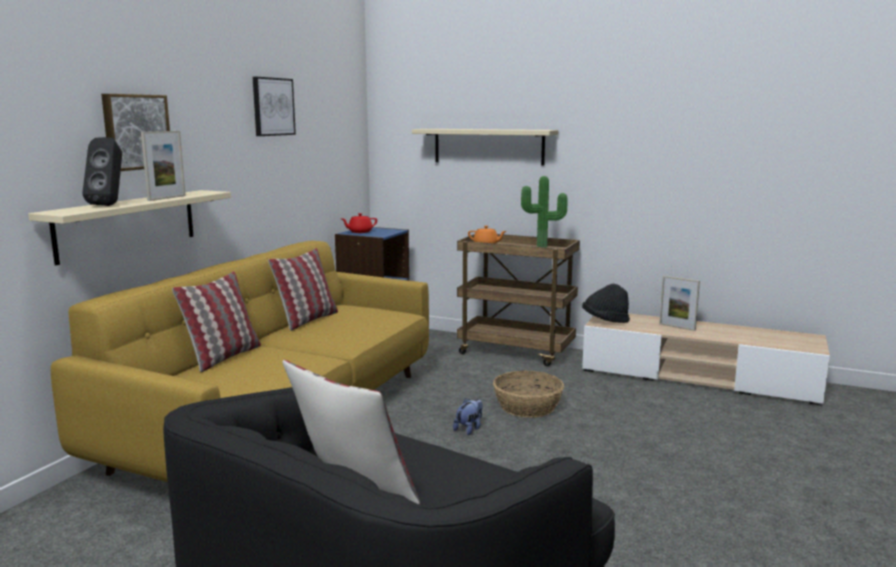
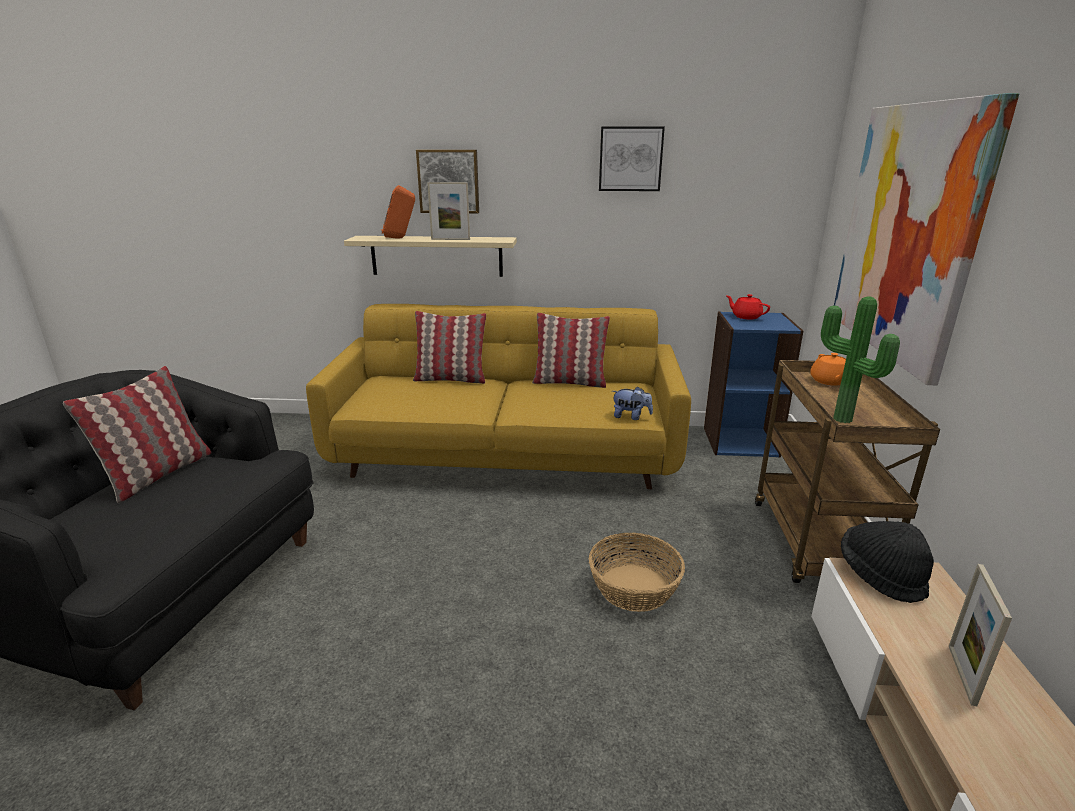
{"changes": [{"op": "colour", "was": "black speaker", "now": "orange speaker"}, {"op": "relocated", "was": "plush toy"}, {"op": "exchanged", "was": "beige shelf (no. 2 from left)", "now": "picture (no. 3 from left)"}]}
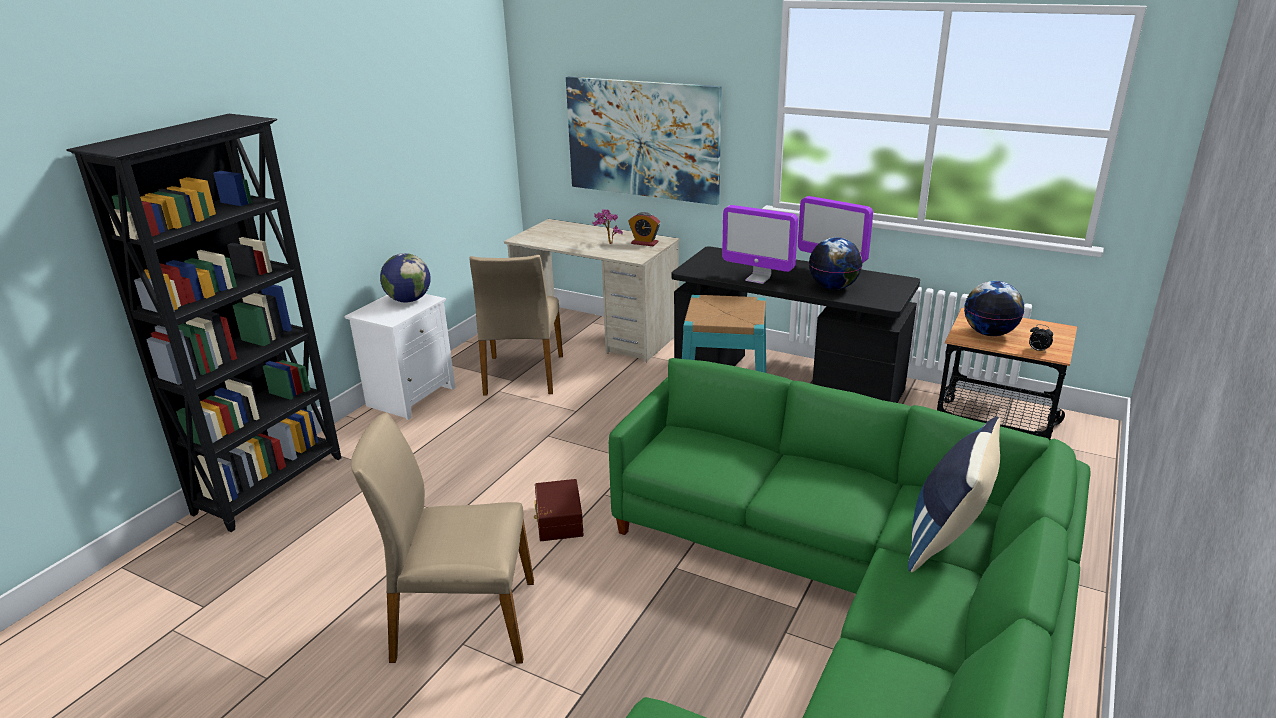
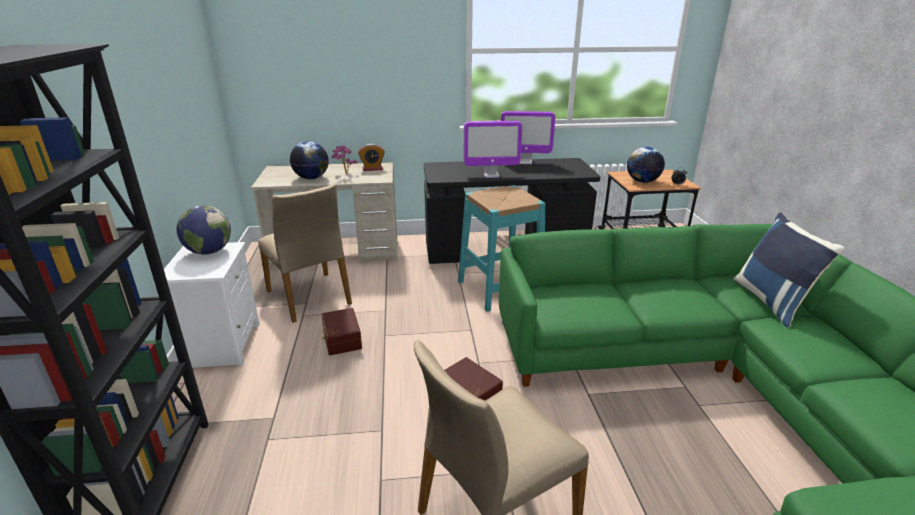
{"changes": [{"op": "relocated", "was": "globe (no. 2 from left)"}, {"op": "appeared", "now": "brown storage box (no. 1 from left)"}, {"op": "missing", "was": "picture"}]}
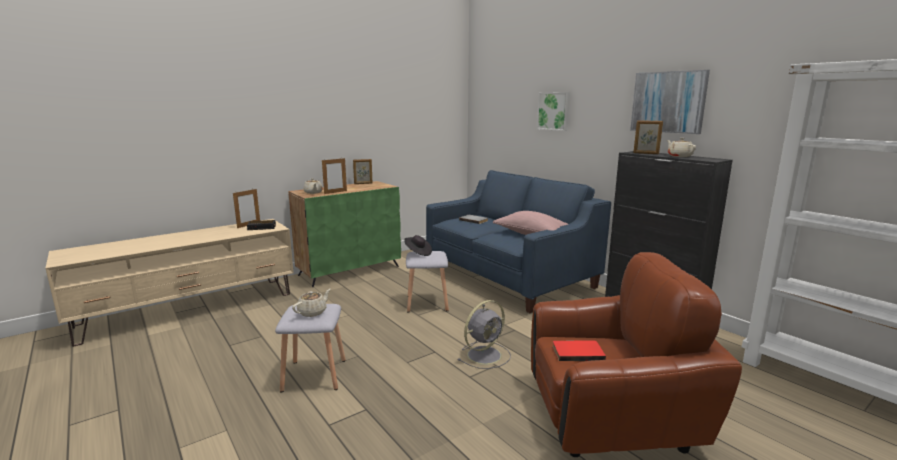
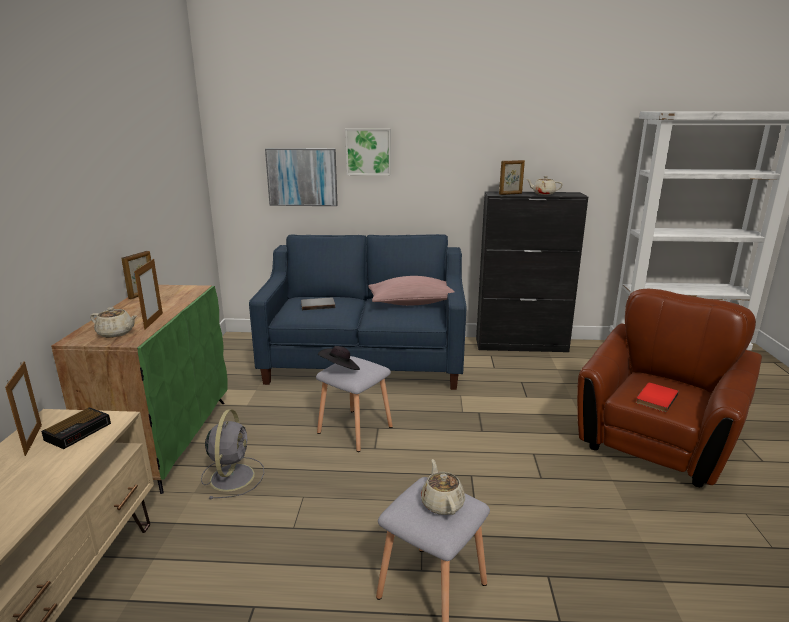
{"changes": [{"op": "relocated", "was": "grey fan"}, {"op": "relocated", "was": "picture (no. 2 from left in the first image)", "now": "picture (no. 1 from left)"}]}
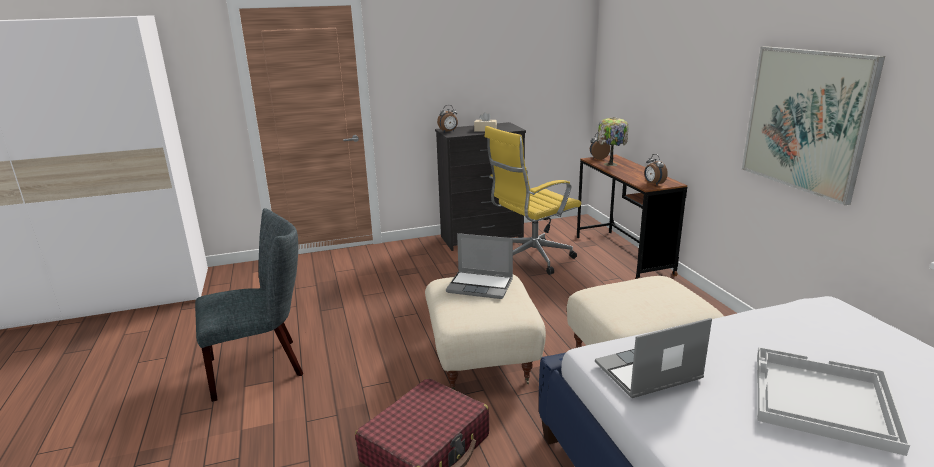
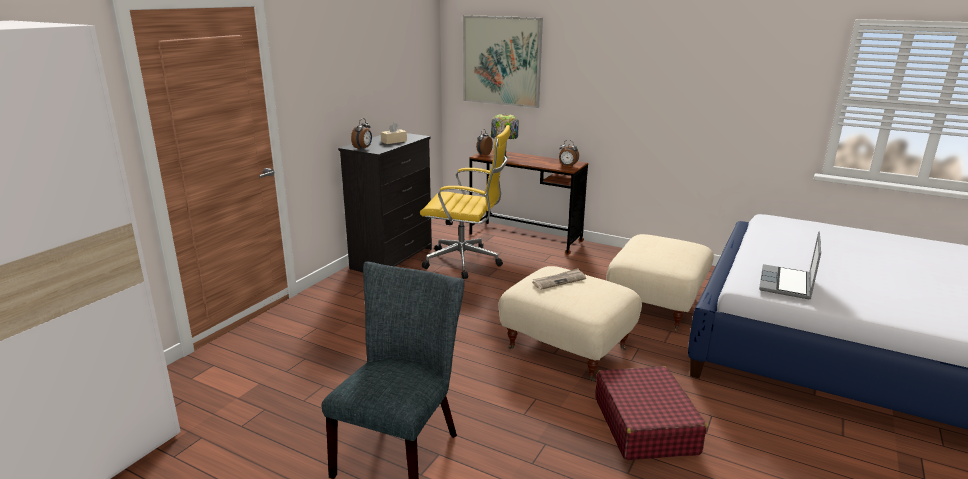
{"changes": [{"op": "spun", "was": "yellow office chair", "clockwise": -90}, {"op": "relocated", "was": "picture"}, {"op": "exchanged", "was": "laptop (no. 1 from left)", "now": "newspaper"}, {"op": "missing", "was": "white tray"}]}
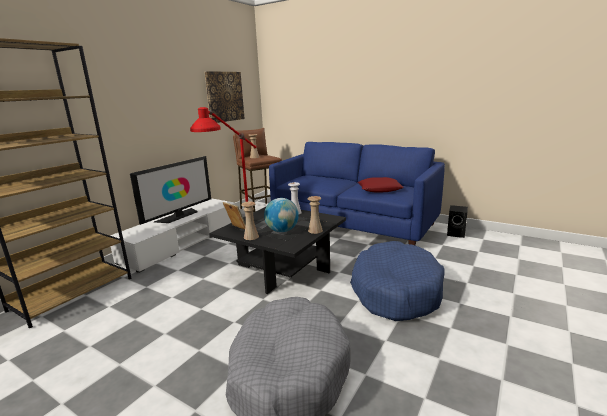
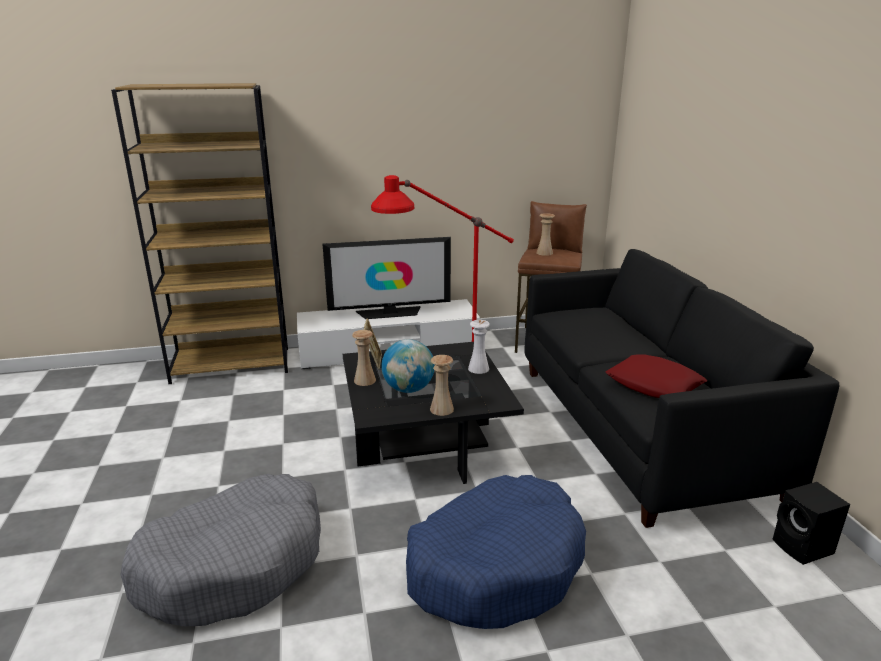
{"changes": [{"op": "colour", "was": "blue sofa", "now": "black sofa"}, {"op": "missing", "was": "picture"}]}
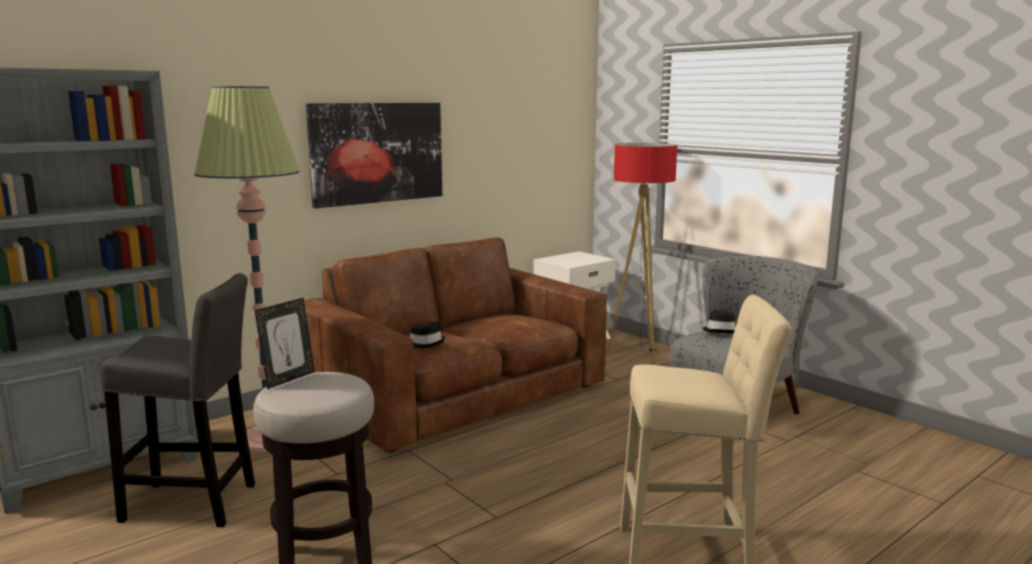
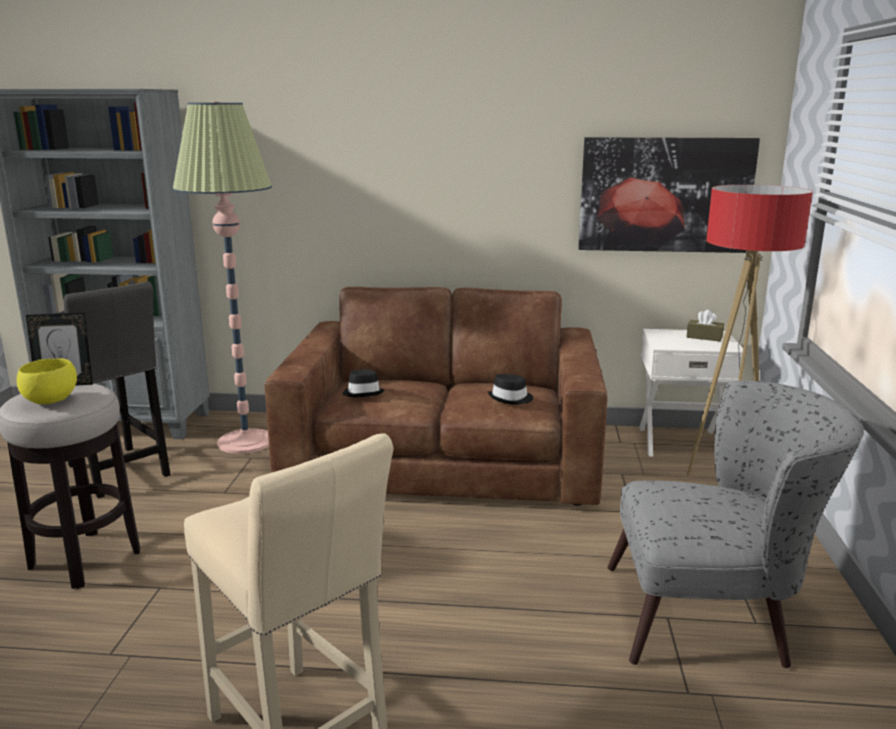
{"changes": [{"op": "appeared", "now": "yellow bowl"}, {"op": "relocated", "was": "black hat (no. 2 from left)"}, {"op": "relocated", "was": "picture"}, {"op": "appeared", "now": "brown tissue box"}]}
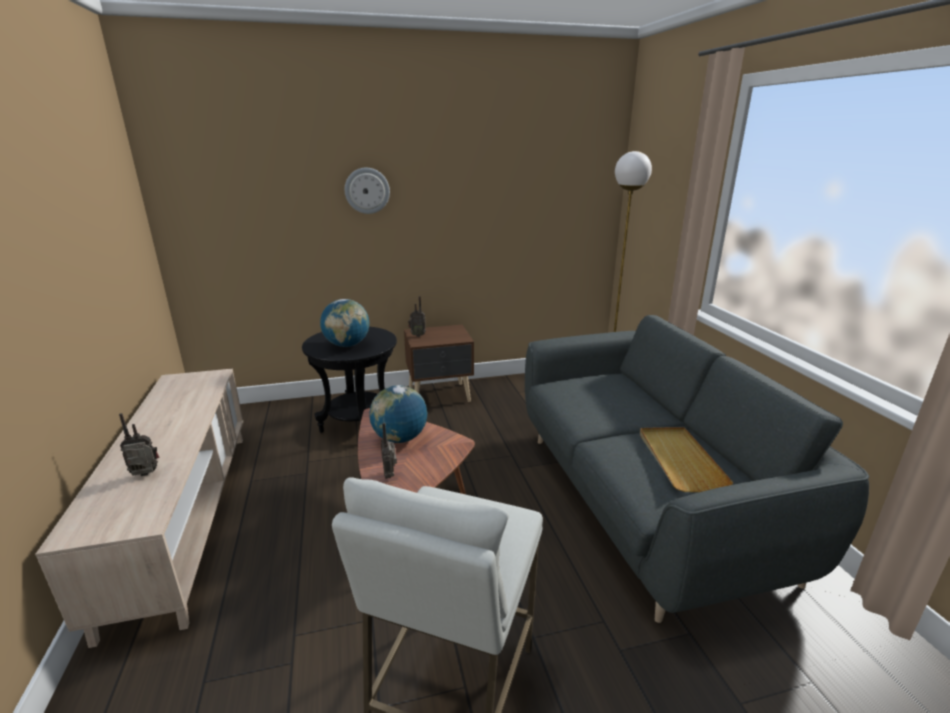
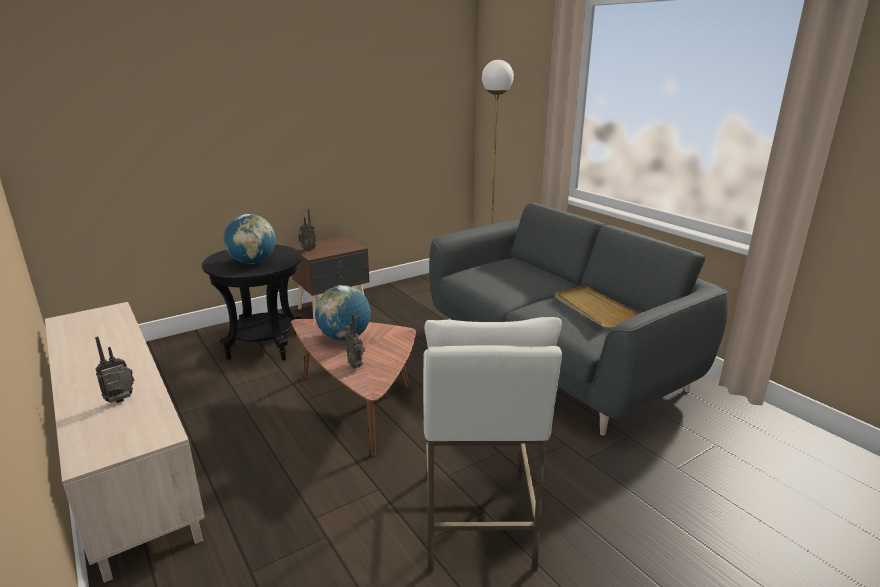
{"changes": [{"op": "missing", "was": "wall clock"}]}
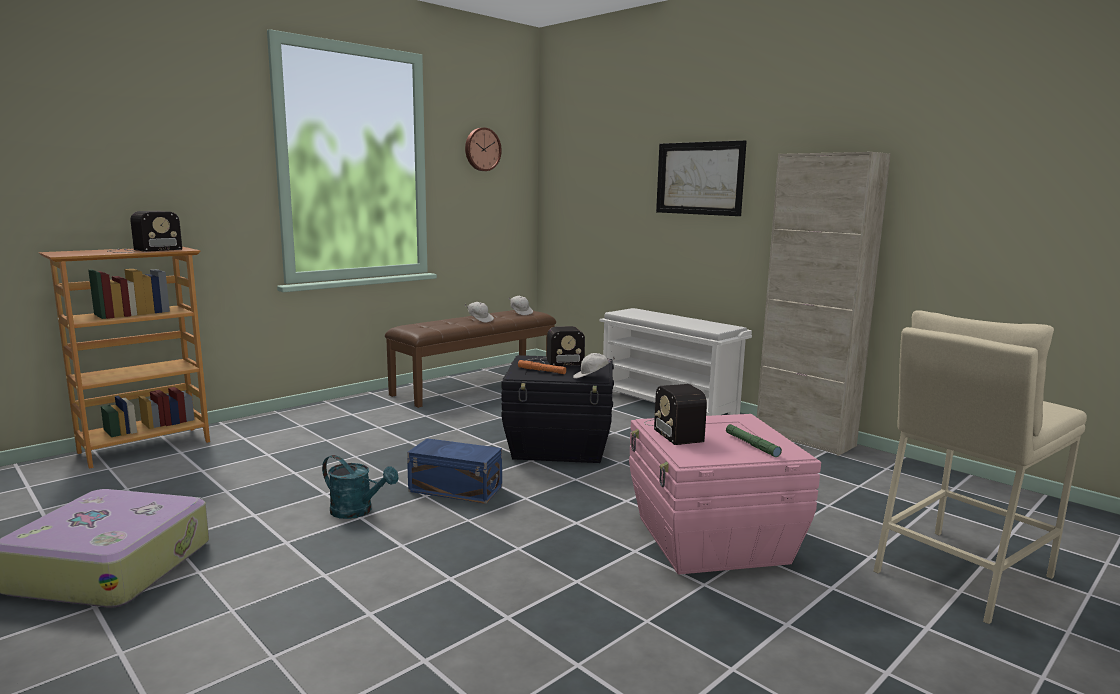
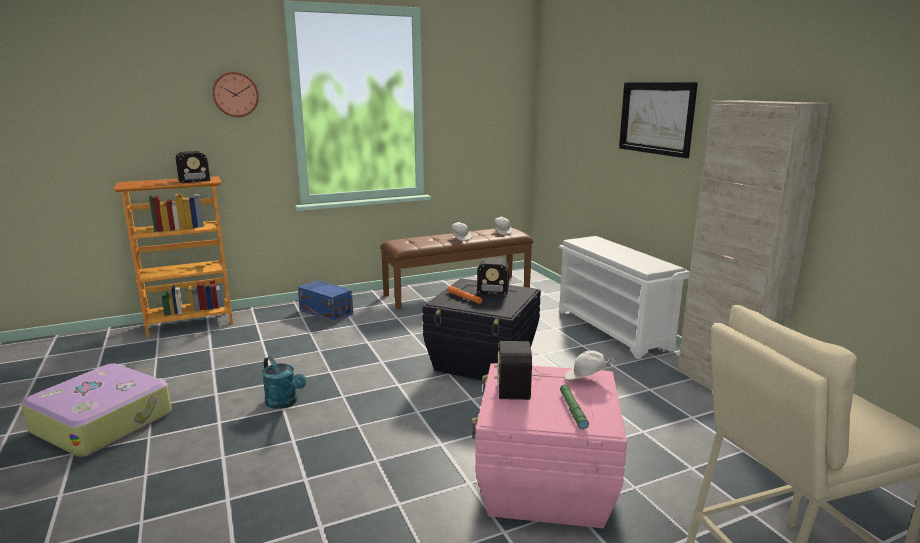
{"changes": [{"op": "relocated", "was": "wall clock"}, {"op": "relocated", "was": "blue storage box"}, {"op": "relocated", "was": "white cap (no. 3 from left)"}]}
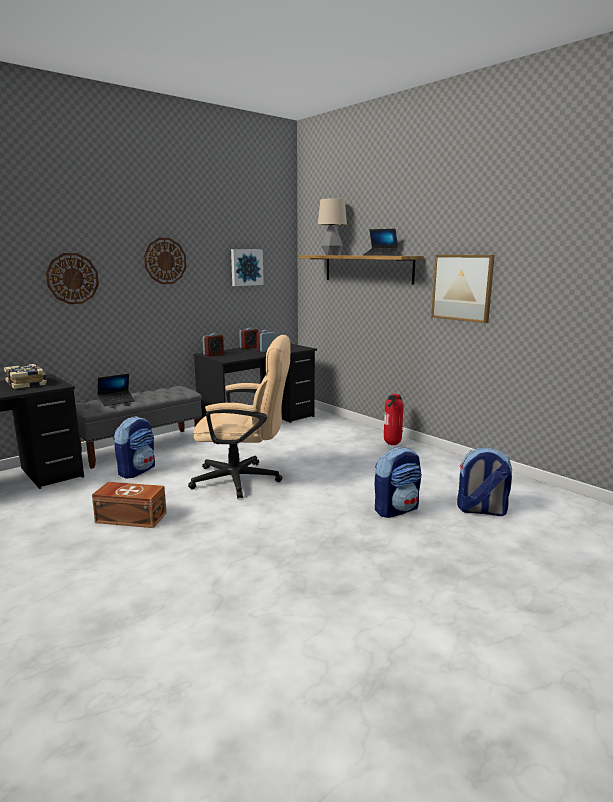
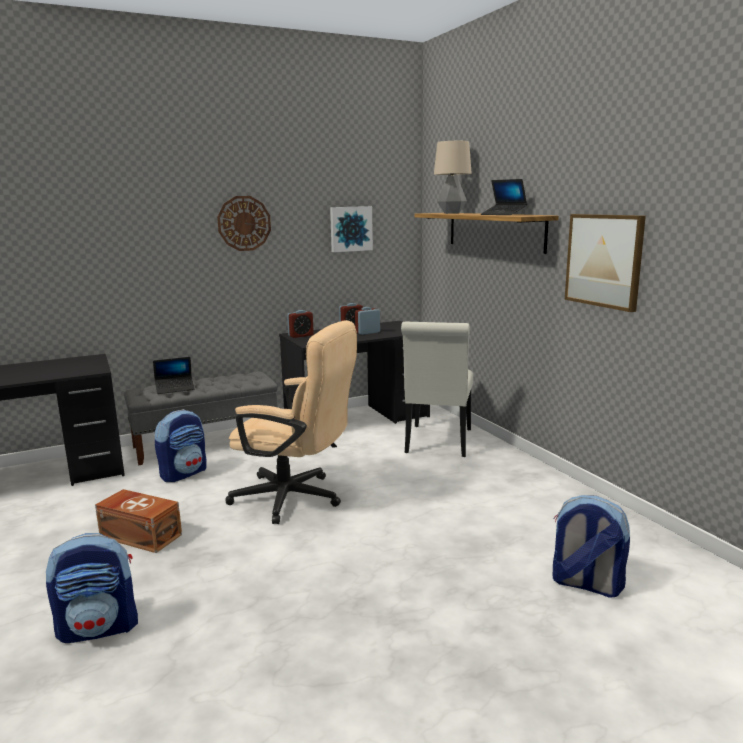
{"changes": [{"op": "relocated", "was": "backpack (no. 2 from left in the first image)", "now": "backpack (no. 1 from left)"}, {"op": "appeared", "now": "white chair"}, {"op": "missing", "was": "book"}, {"op": "missing", "was": "wall clock (no. 1 from left)"}, {"op": "missing", "was": "fire extinguisher"}]}
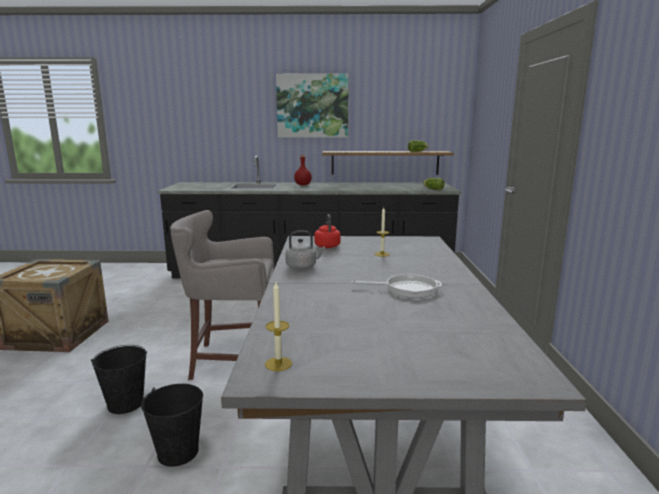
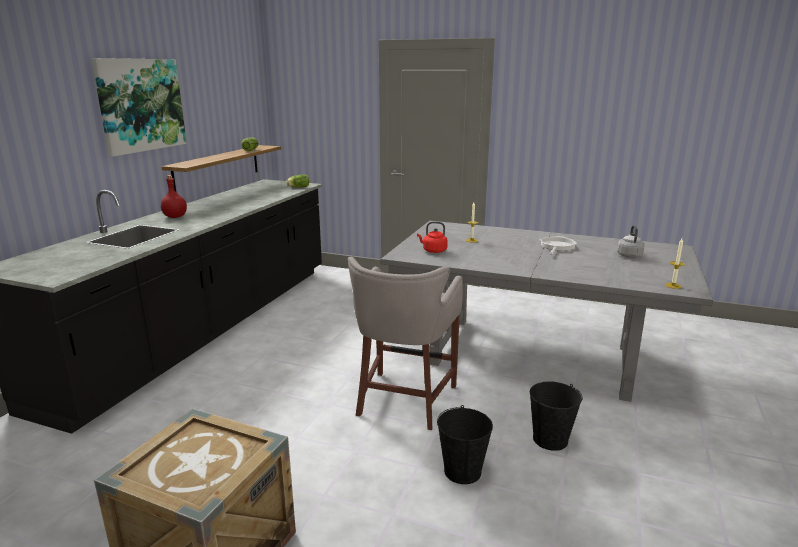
{"changes": [{"op": "relocated", "was": "grey kettle"}]}
